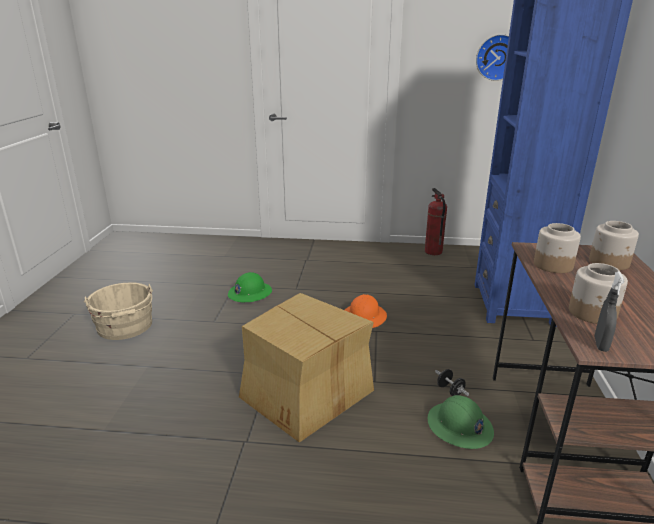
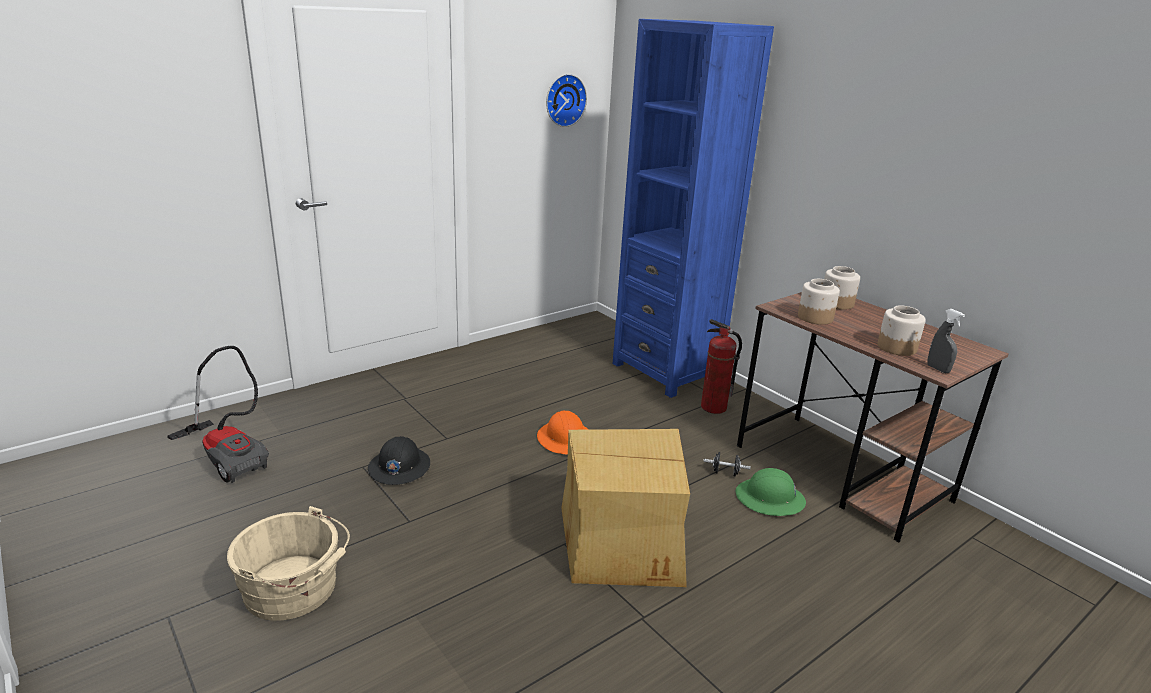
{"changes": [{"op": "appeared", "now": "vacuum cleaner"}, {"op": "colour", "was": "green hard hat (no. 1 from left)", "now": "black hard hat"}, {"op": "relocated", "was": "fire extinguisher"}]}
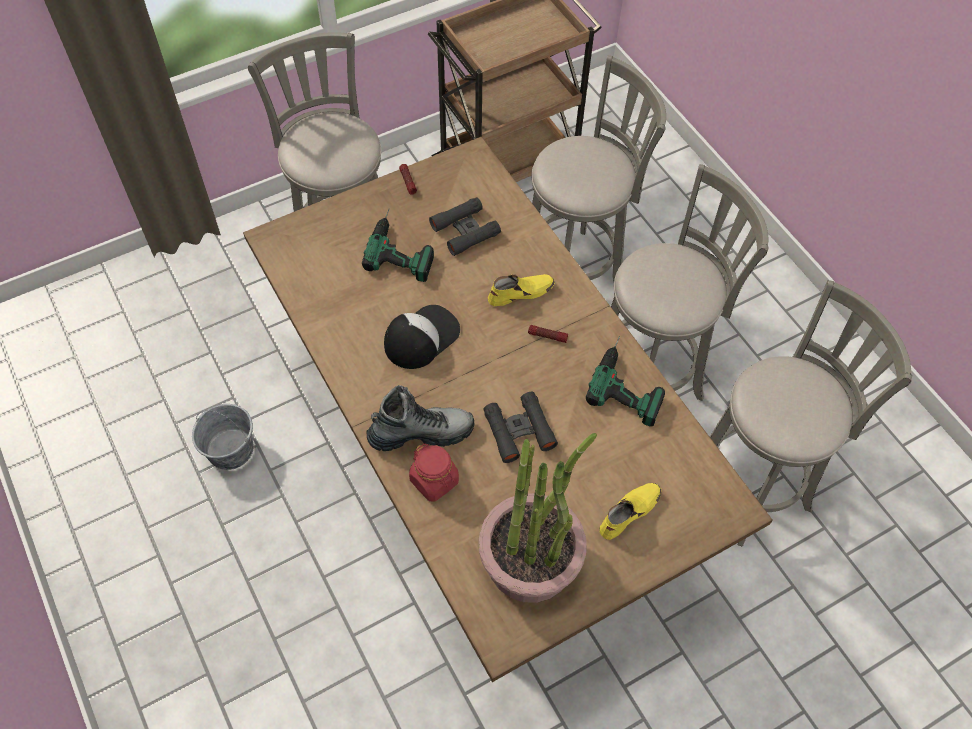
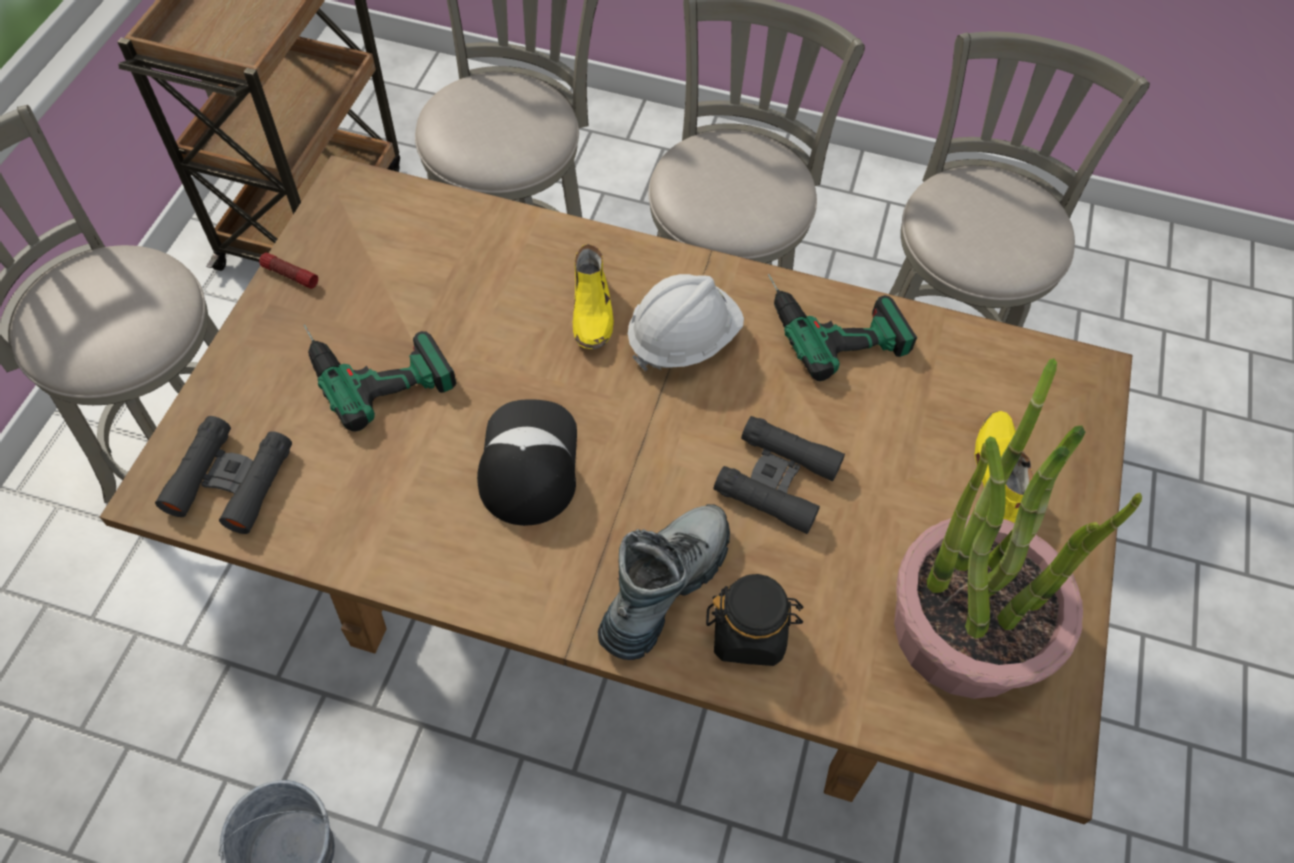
{"changes": [{"op": "relocated", "was": "black binoculars (no. 1 from left)"}, {"op": "spun", "was": "yellow shoe (no. 1 from left)", "clockwise": 150}, {"op": "exchanged", "was": "flashlight (no. 2 from left)", "now": "white hard hat"}, {"op": "colour", "was": "red jar", "now": "black jar"}]}
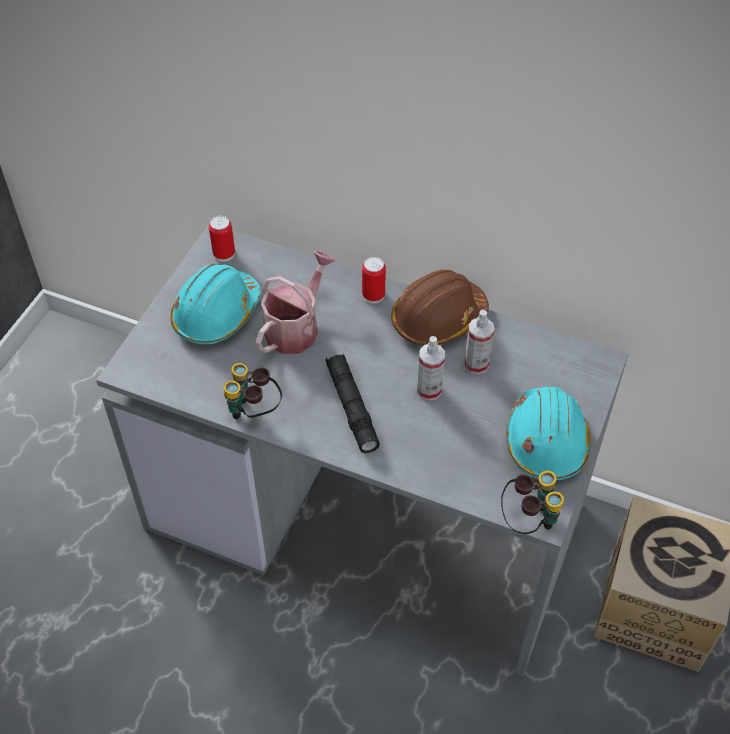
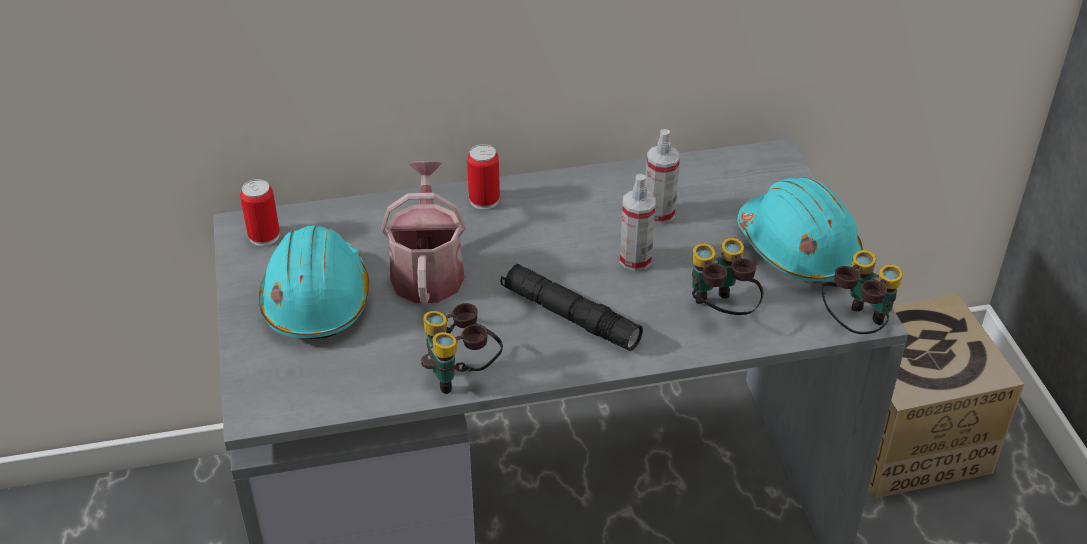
{"changes": [{"op": "appeared", "now": "binoculars (no. 2 from left)"}, {"op": "missing", "was": "brown hard hat"}]}
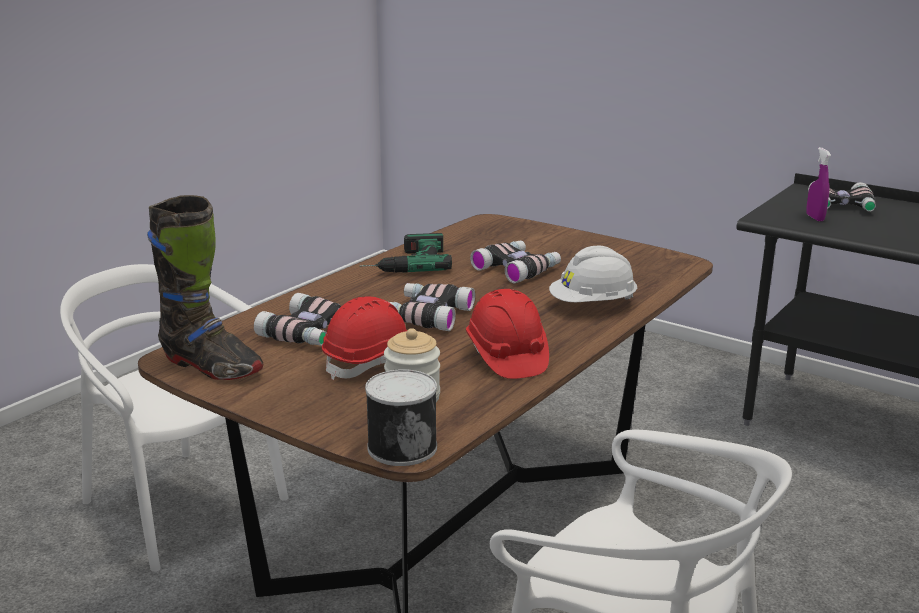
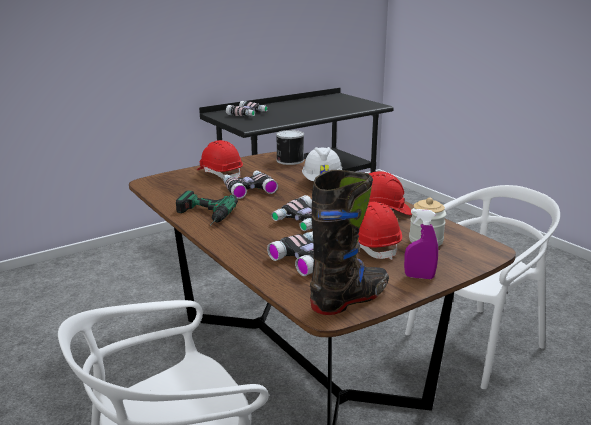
{"changes": [{"op": "appeared", "now": "red hard hat (no. 1 from left)"}, {"op": "relocated", "was": "can"}, {"op": "relocated", "was": "purple spray bottle"}]}
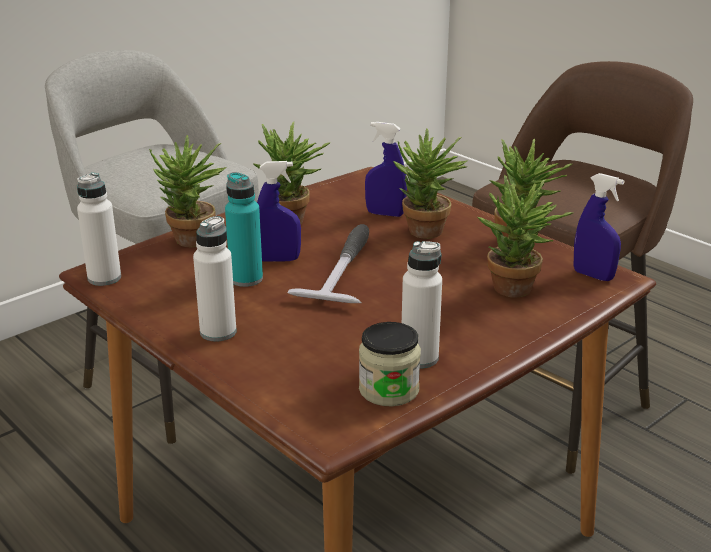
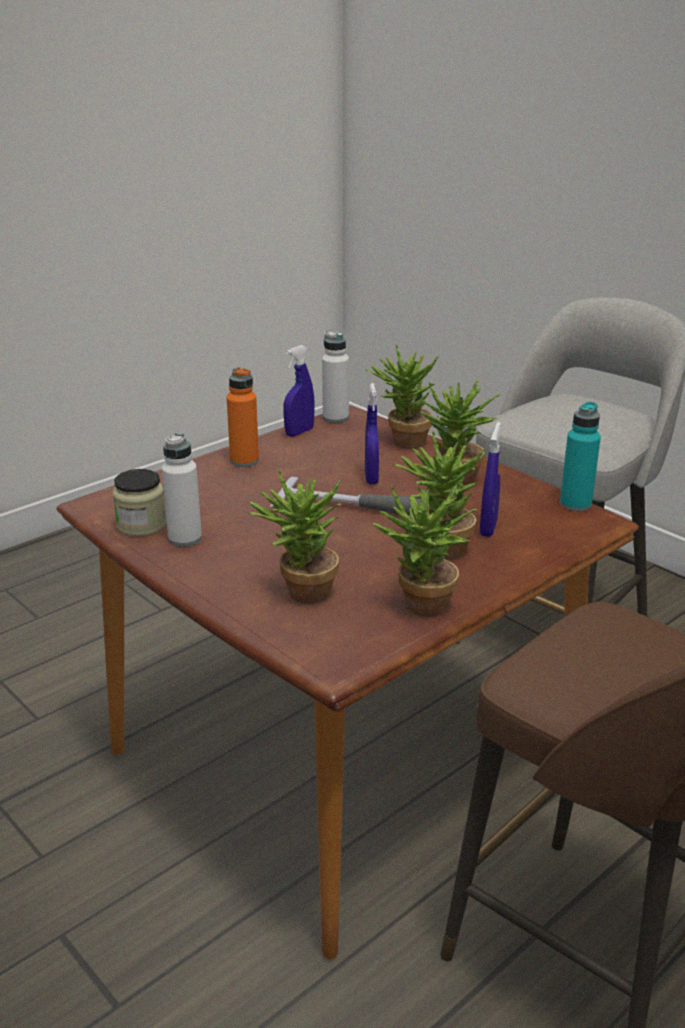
{"changes": [{"op": "colour", "was": "white bottle (no. 2 from left)", "now": "orange bottle"}, {"op": "relocated", "was": "blue spray bottle (no. 3 from left in the first image)", "now": "blue spray bottle (no. 1 from left)"}, {"op": "relocated", "was": "turquoise bottle"}]}
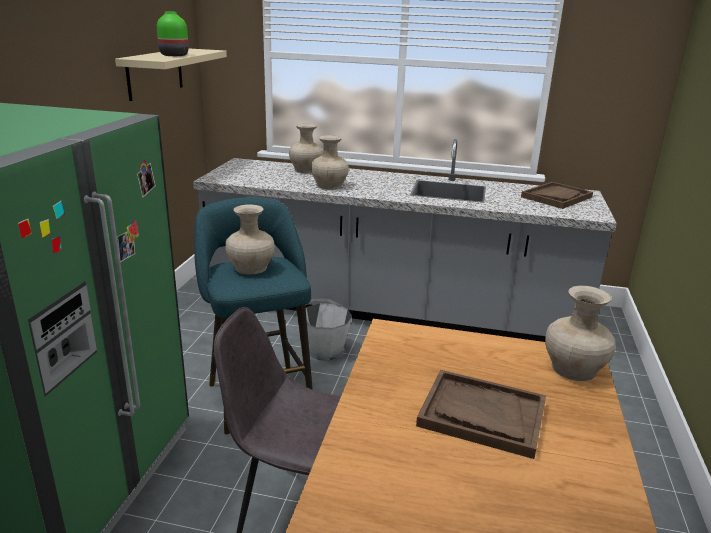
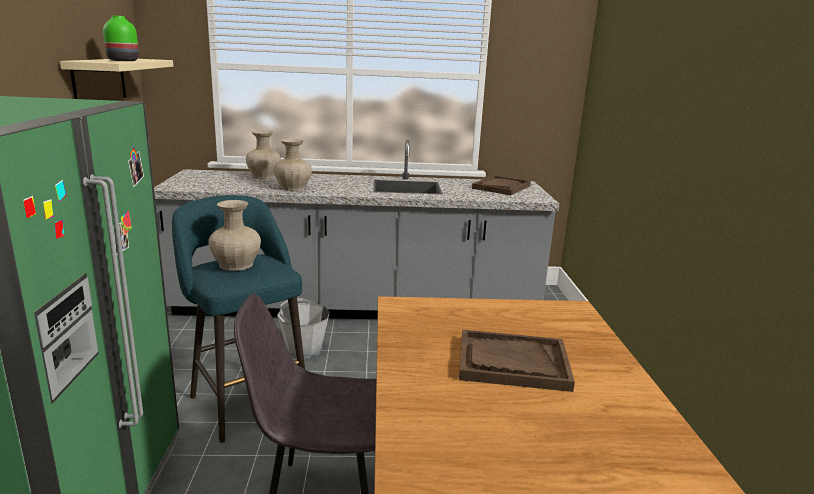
{"changes": [{"op": "missing", "was": "beige vase (no. 4 from left)"}]}
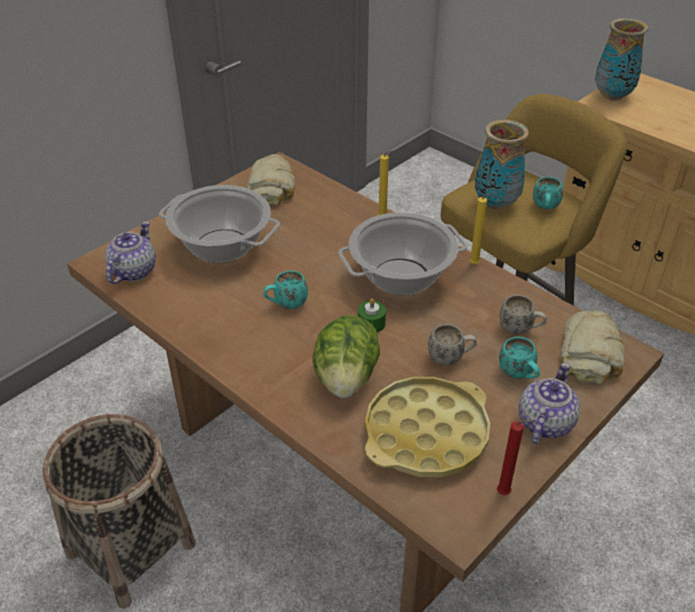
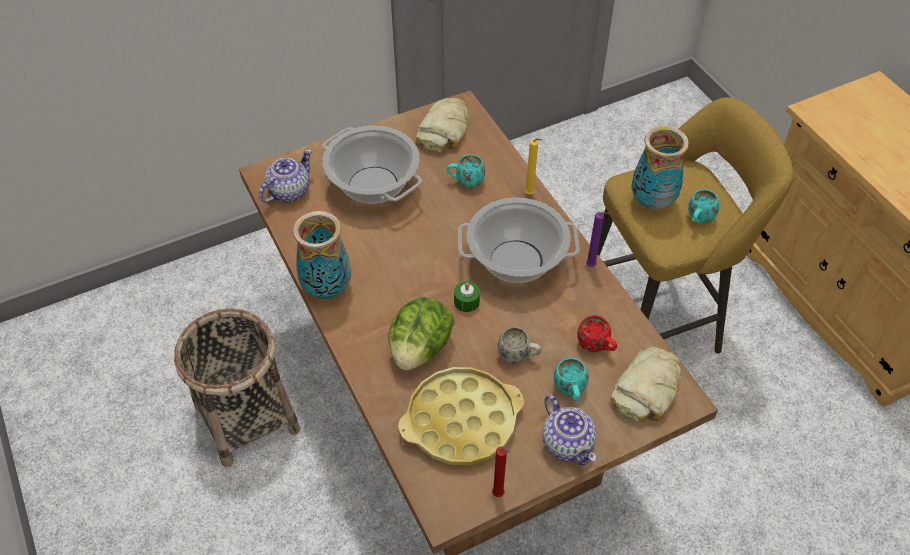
{"changes": [{"op": "relocated", "was": "vase (no. 2 from left in the first image)", "now": "vase (no. 1 from left)"}, {"op": "relocated", "was": "turquoise mug (no. 1 from left)"}, {"op": "spun", "was": "teapot (no. 2 from left)", "clockwise": 105}, {"op": "colour", "was": "white mug (no. 2 from left)", "now": "red mug"}, {"op": "colour", "was": "yellow candle (no. 2 from left)", "now": "purple candle"}]}
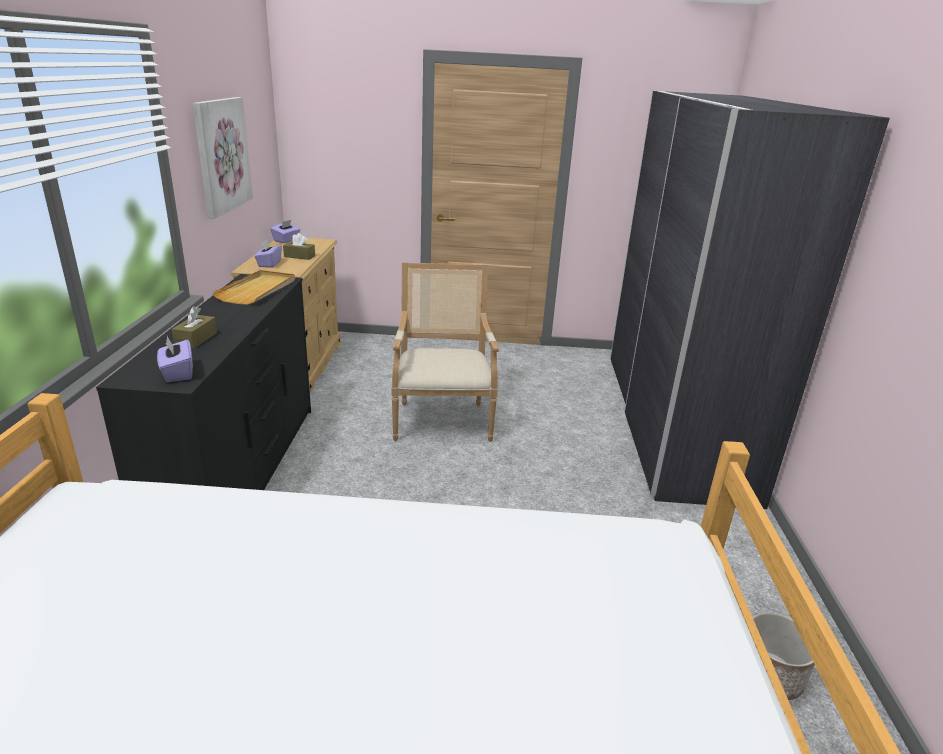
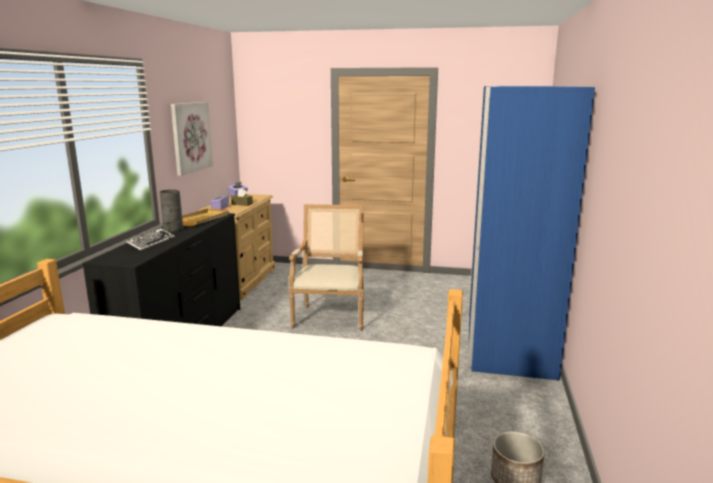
{"changes": [{"op": "exchanged", "was": "brown tissue box (no. 1 from left)", "now": "keyboard"}, {"op": "appeared", "now": "grey vase"}, {"op": "colour", "was": "grey wardrobe", "now": "blue wardrobe"}, {"op": "missing", "was": "purple tissue box (no. 1 from left)"}]}
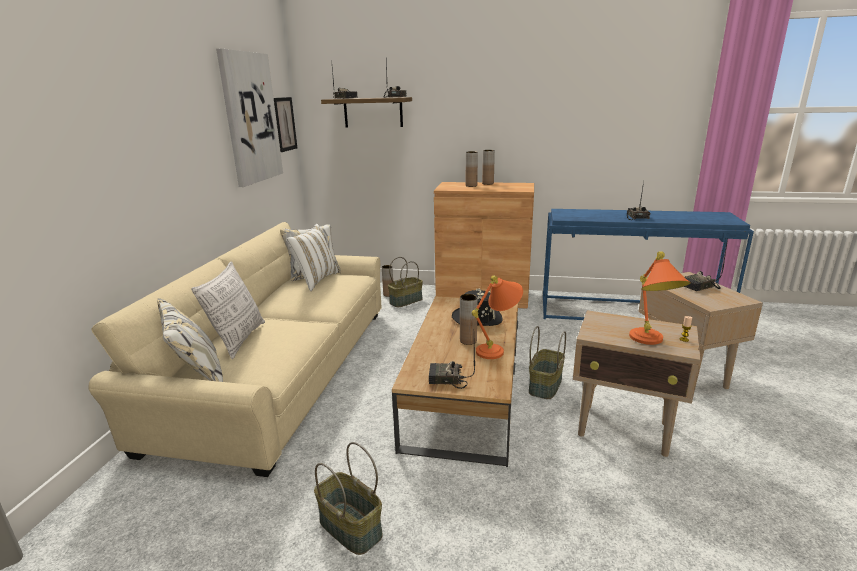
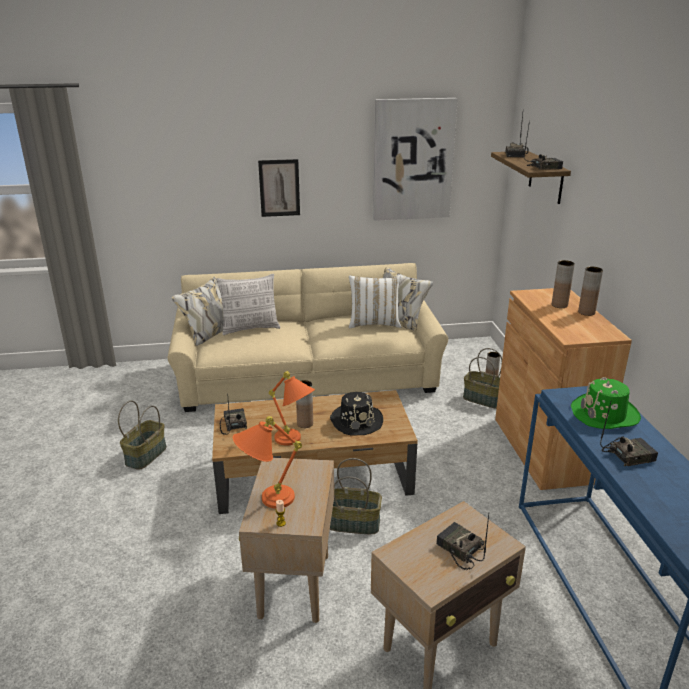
{"changes": [{"op": "relocated", "was": "picture (no. 2 from left in the first image)", "now": "picture (no. 1 from left)"}, {"op": "appeared", "now": "green hat"}]}
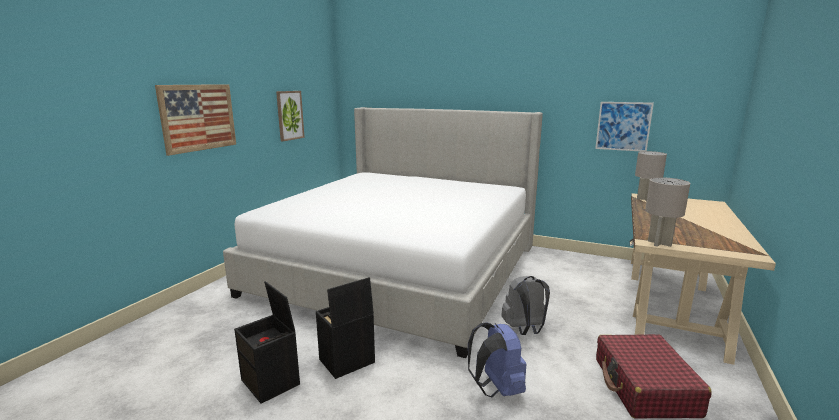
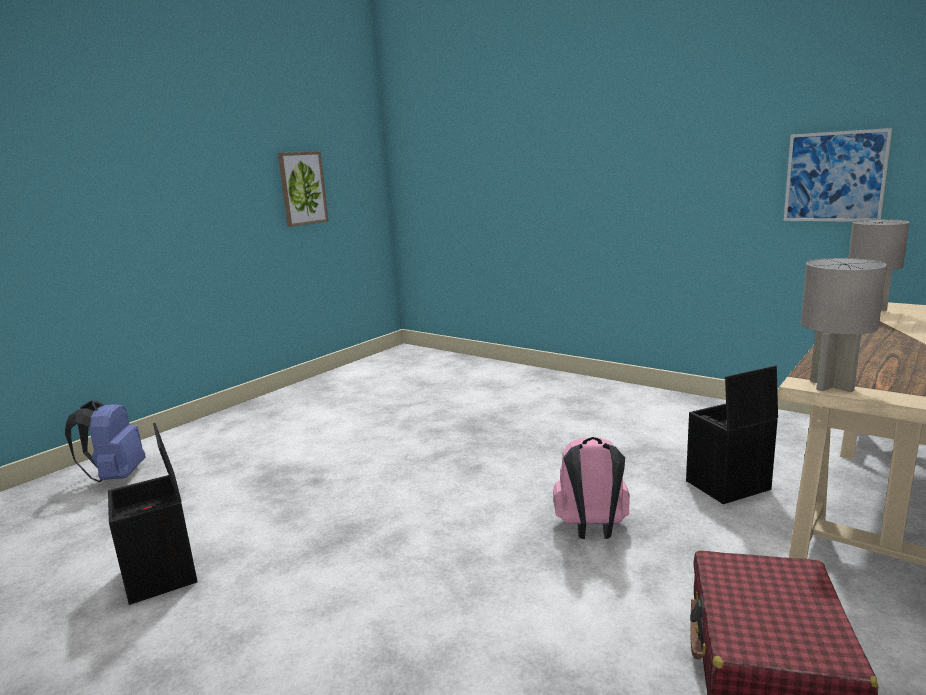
{"changes": [{"op": "relocated", "was": "blue backpack"}, {"op": "colour", "was": "grey backpack", "now": "pink backpack"}, {"op": "relocated", "was": "black storage box (no. 2 from left)"}, {"op": "missing", "was": "picture (no. 1 from left)"}, {"op": "missing", "was": "bed"}]}
